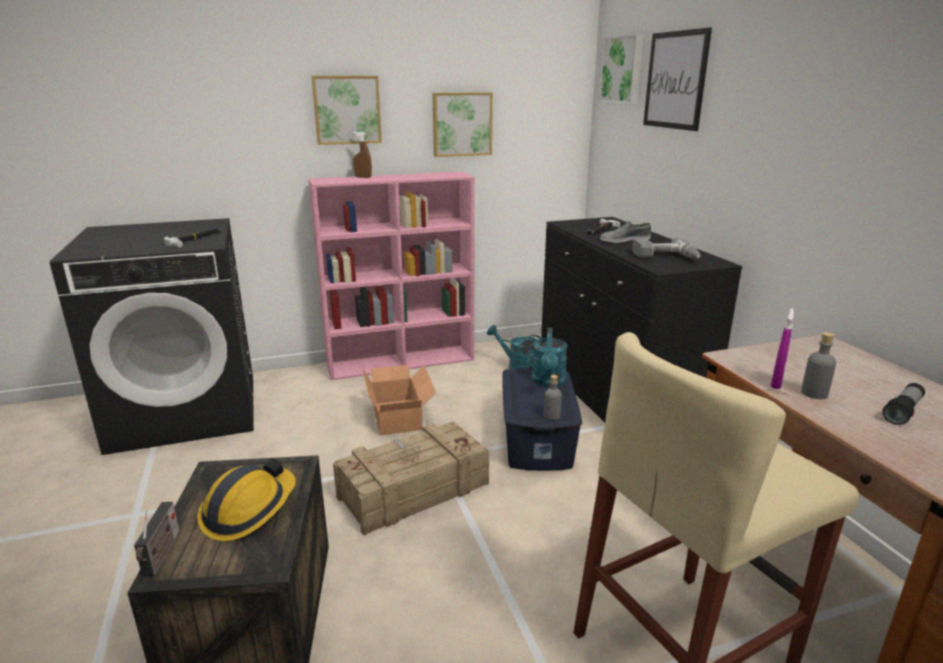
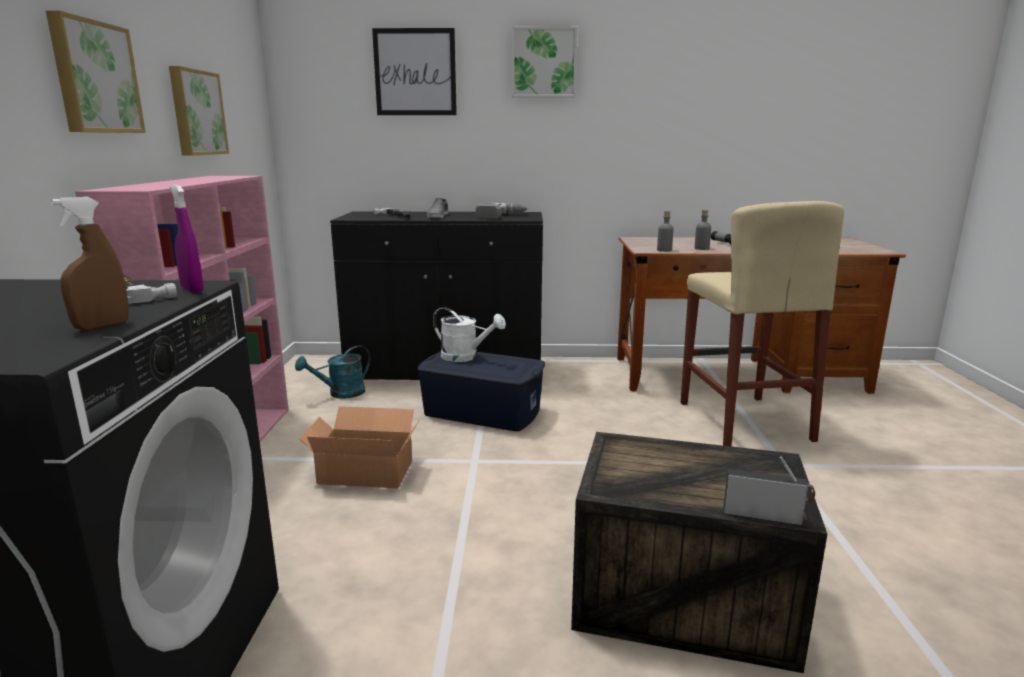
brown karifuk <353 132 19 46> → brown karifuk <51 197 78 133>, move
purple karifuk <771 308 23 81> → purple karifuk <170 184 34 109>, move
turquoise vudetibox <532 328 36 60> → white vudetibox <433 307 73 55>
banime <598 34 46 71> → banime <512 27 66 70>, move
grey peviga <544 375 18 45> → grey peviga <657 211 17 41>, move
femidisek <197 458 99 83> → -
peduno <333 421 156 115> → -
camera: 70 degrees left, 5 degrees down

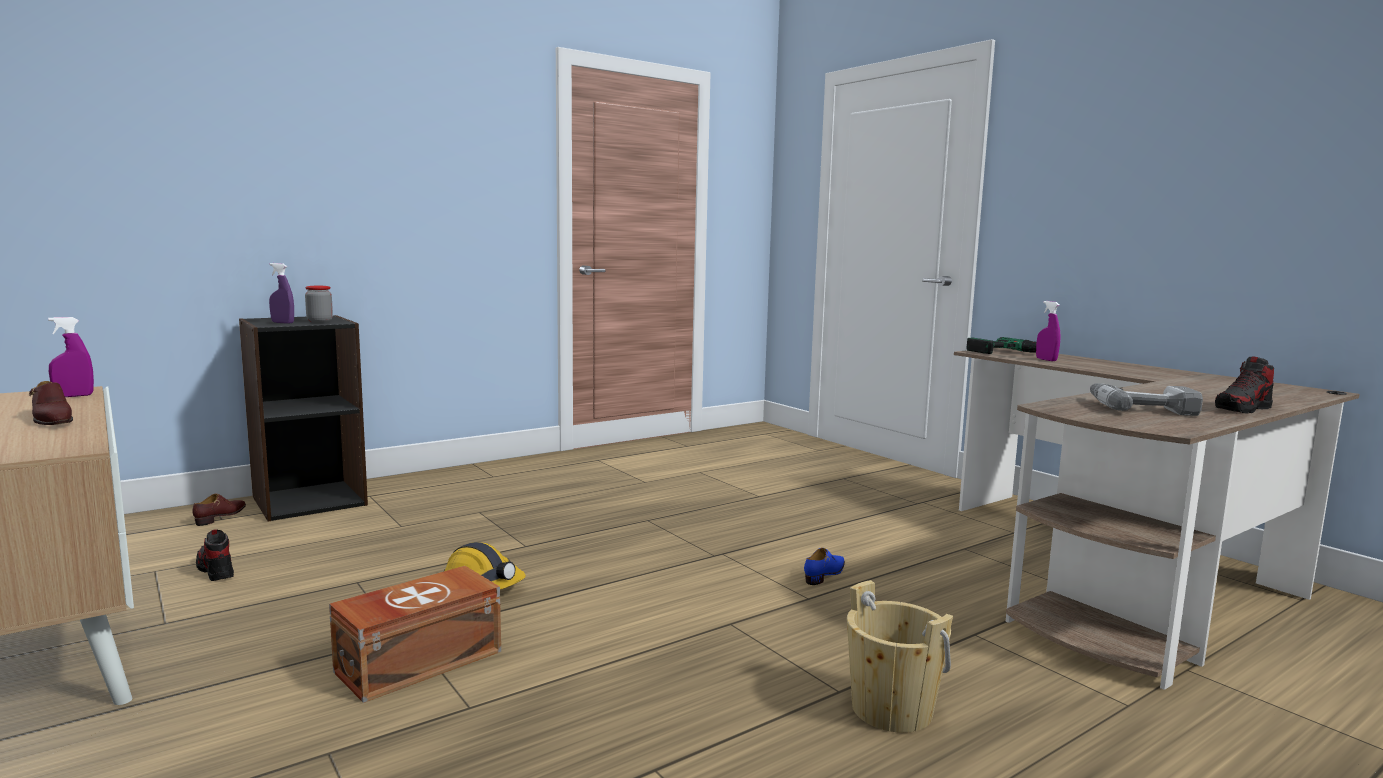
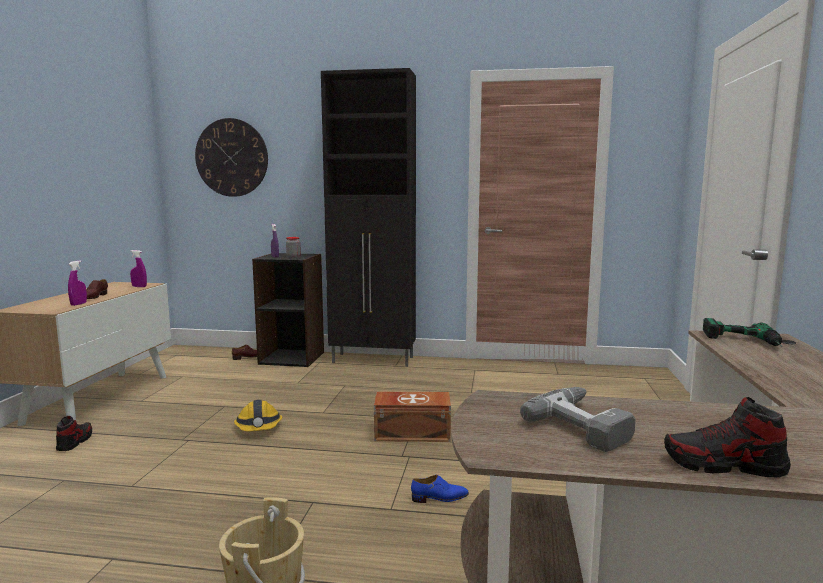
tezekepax <196 529 38 52> → tezekepax <56 416 36 35>, move
purple karifuk <1036 301 24 60> → purple karifuk <68 261 19 45>, move
- → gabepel <195 118 73 79>
- → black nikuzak <321 68 95 299>
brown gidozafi <329 566 172 137> → brown gidozafi <374 392 77 50>, move
camera: 45 degrees right, 0 degrees up

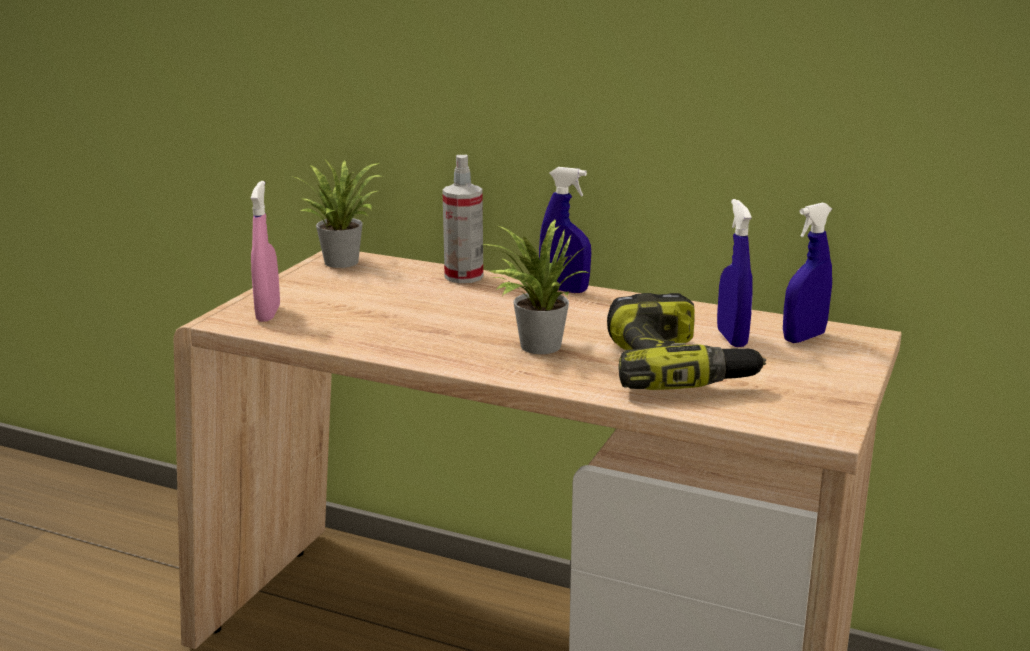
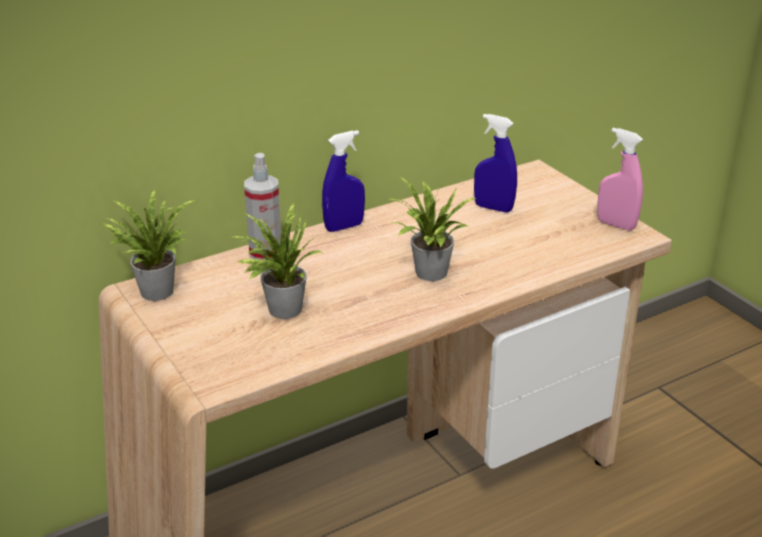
- → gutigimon <231 203 91 116>
pink karifuk <251 181 29 141> → pink karifuk <597 128 46 103>, move
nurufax <607 293 159 97> → -
blue karifuk <783 203 49 140> → -
camera: 55 degrees left, 10 degrees up

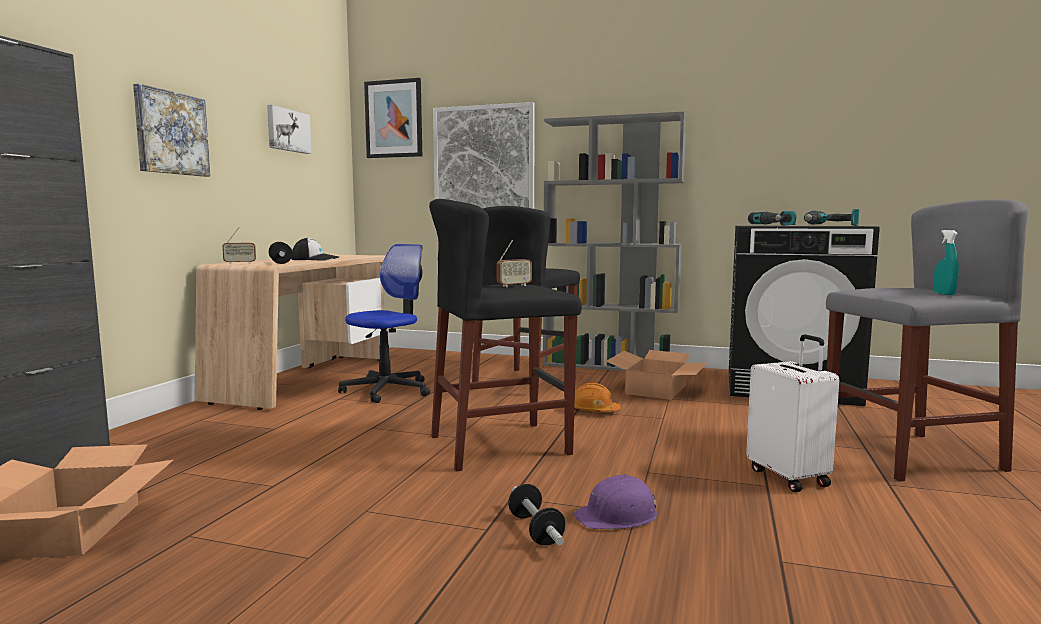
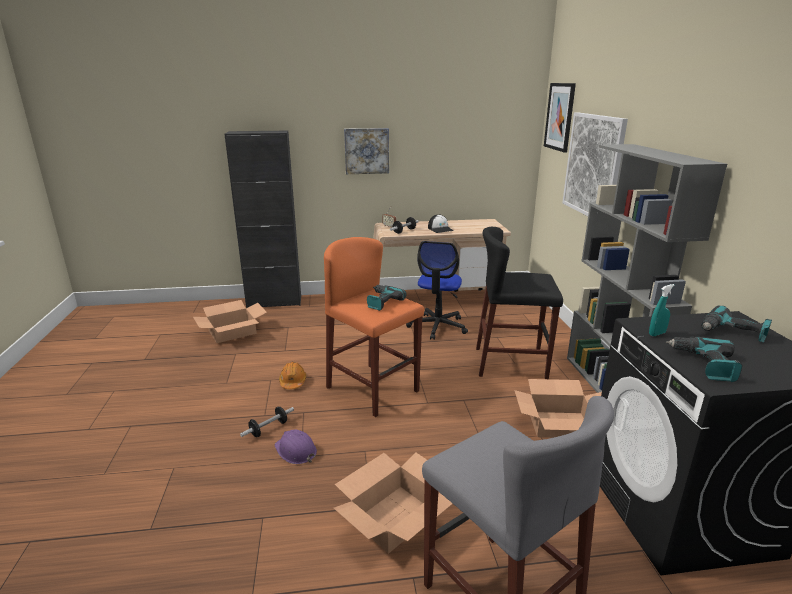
orange femidisek <574 383 47 29> → orange femidisek <279 362 27 27>, move
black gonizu <429 199 152 273> → orange gonizu <324 237 100 180>
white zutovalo <746 334 93 158> → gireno <334 452 119 101>
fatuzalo <497 240 35 47> → nurufax <367 285 39 26>
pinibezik <338 244 92 159> → pinibezik <406 241 62 99>, 90 degrees clockwise
turquoise karifuk <933 230 26 65> → turquoise karifuk <649 284 25 52>, move
banime <267 105 44 49> → -
camera: 65 degrees right, 15 degrees up

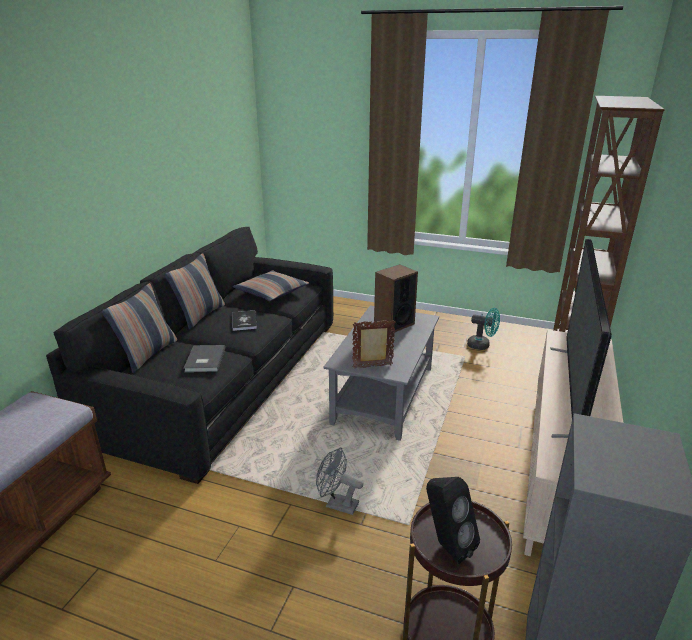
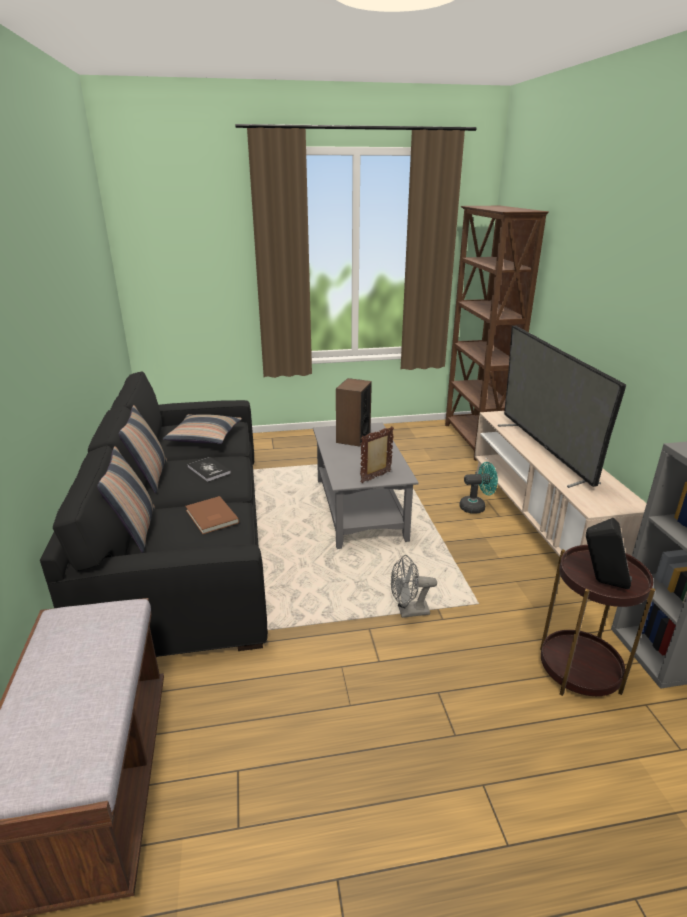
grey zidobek <184 345 41 27> → brown zidobek <185 496 54 38>
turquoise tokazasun <467 308 33 42> → turquoise tokazasun <460 462 38 51>, move
camera: 30 degrees left, 0 degrees up

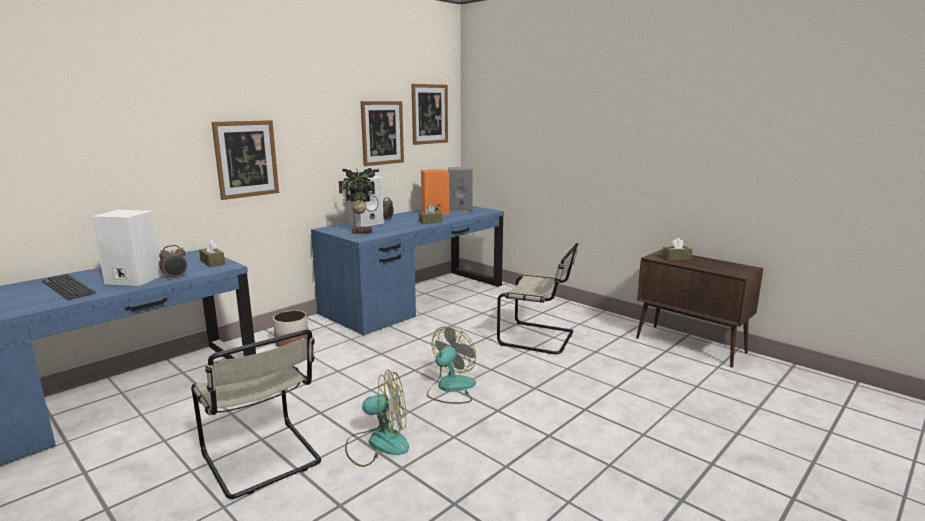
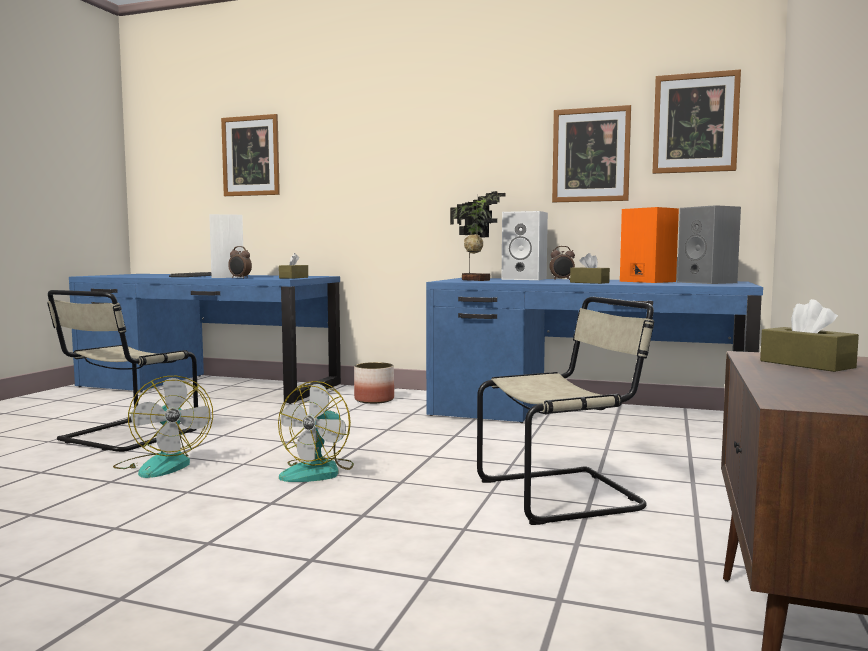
banime <212 120 67 80> → banime <221 114 59 82>, move
tokazasun <427 326 49 78> → tokazasun <278 381 76 101>, 105 degrees clockwise
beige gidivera <497 243 81 111> → beige gidivera <477 297 177 228>, 105 degrees counterclockwise
camera: 65 degrees right, 10 degrees down

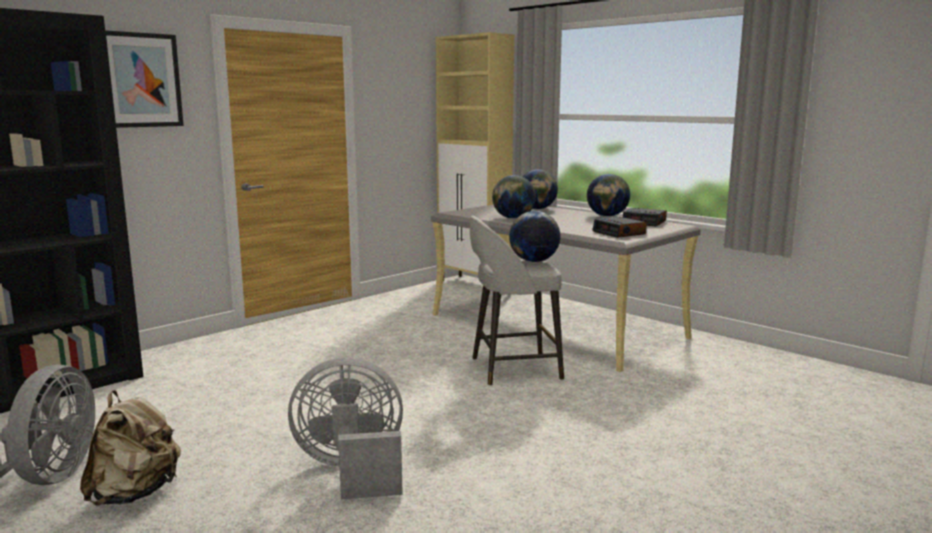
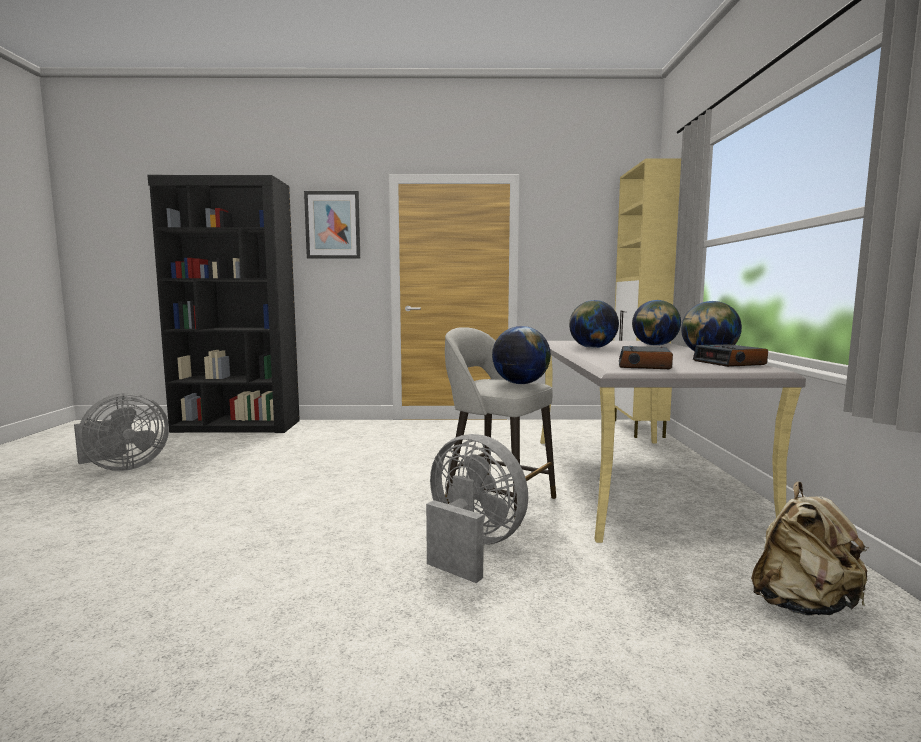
grey tokazasun <288 357 115 142> → grey tokazasun <426 434 102 149>, move
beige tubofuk <80 390 101 116> → beige tubofuk <751 482 118 134>, move
camera: 45 degrees right, 5 degrees down

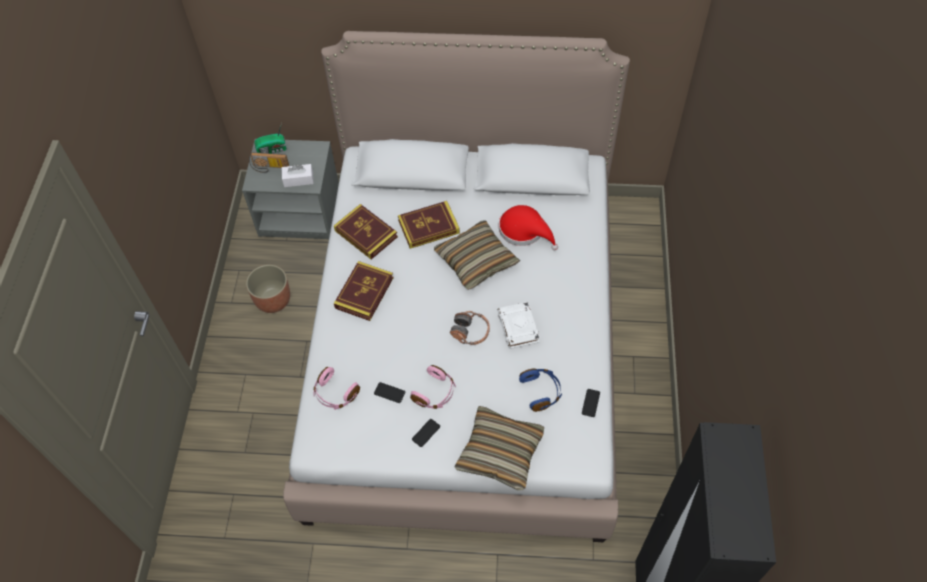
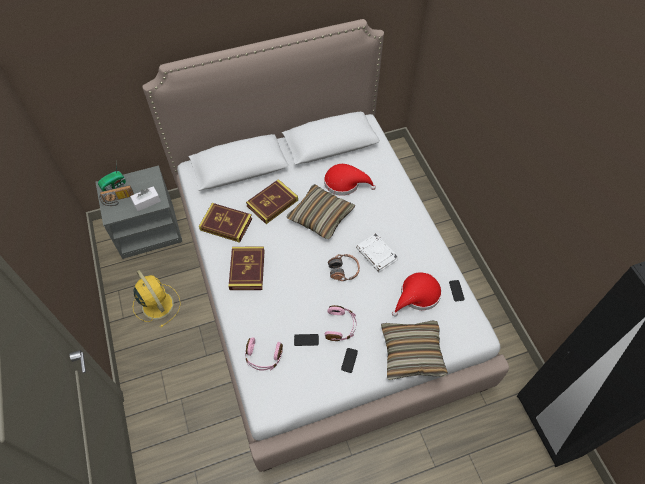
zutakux <246 265 44 48> → yellow tokazasun <133 270 48 58>
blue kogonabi <519 368 43 44> → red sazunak <392 272 50 44>
camera: 25 degrees left, 0 degrees up

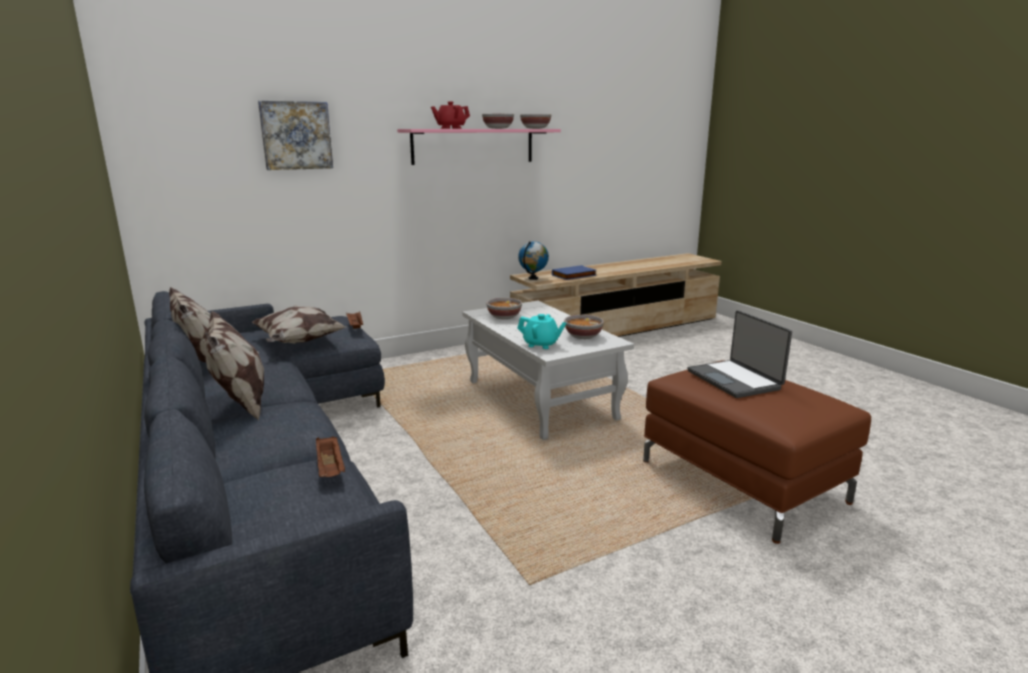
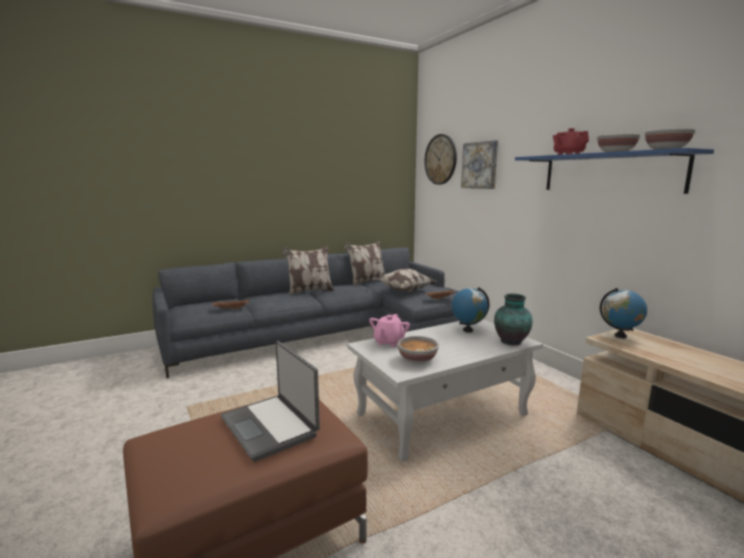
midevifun <687 310 105 88> → midevifun <221 341 99 121>, 105 degrees counterclockwise
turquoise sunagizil <518 314 48 35> → pink sunagizil <369 314 41 33>
- → gabepel <424 134 33 51>
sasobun <486 298 36 21> → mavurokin <452 287 37 46>
- → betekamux <494 294 39 52>
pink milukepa <397 129 164 36> → blue milukepa <515 148 199 46>
blue zidobek <552 265 44 15> → -
camera: 90 degrees right, 5 degrees down

